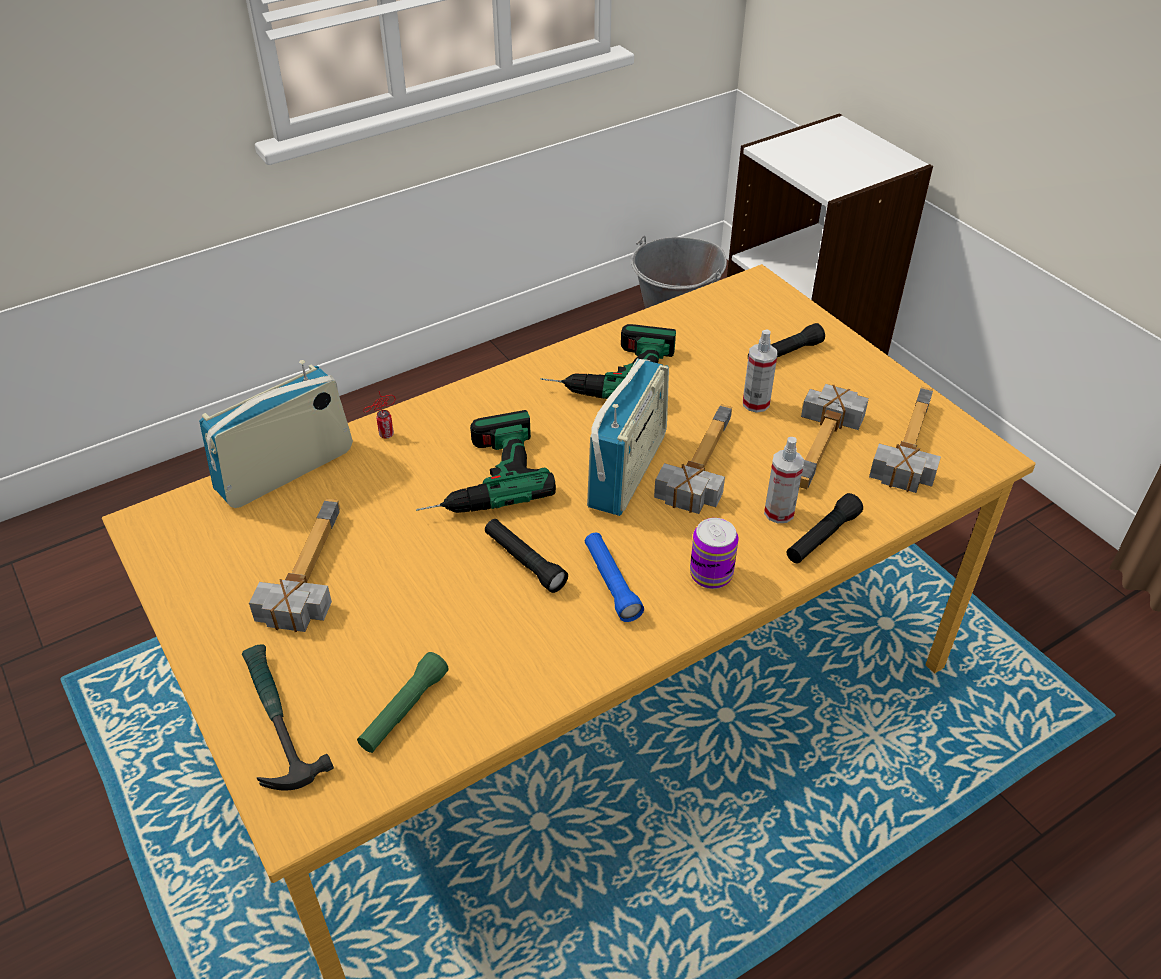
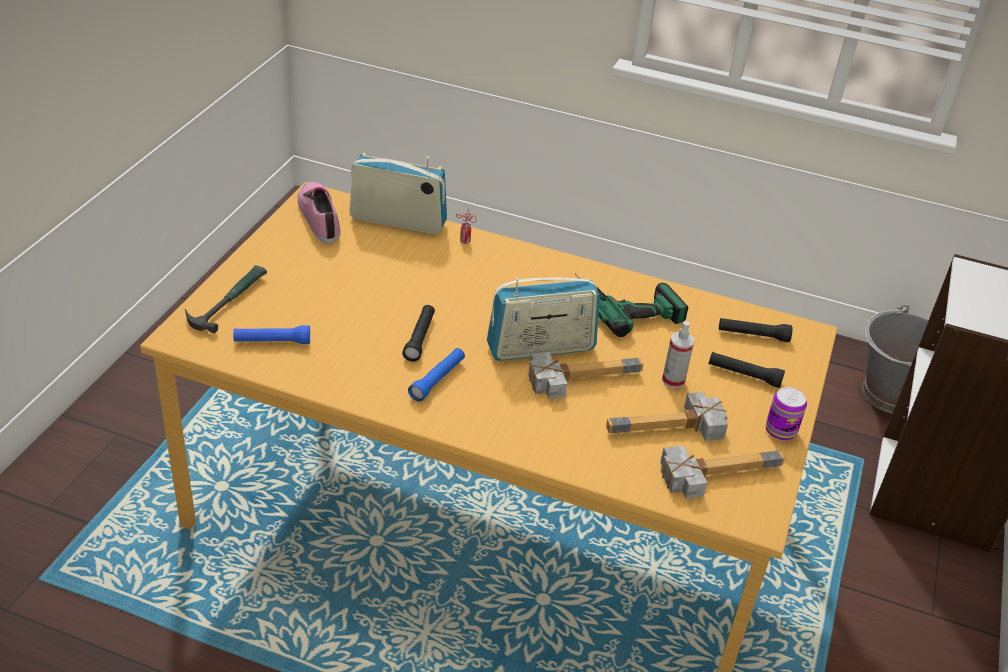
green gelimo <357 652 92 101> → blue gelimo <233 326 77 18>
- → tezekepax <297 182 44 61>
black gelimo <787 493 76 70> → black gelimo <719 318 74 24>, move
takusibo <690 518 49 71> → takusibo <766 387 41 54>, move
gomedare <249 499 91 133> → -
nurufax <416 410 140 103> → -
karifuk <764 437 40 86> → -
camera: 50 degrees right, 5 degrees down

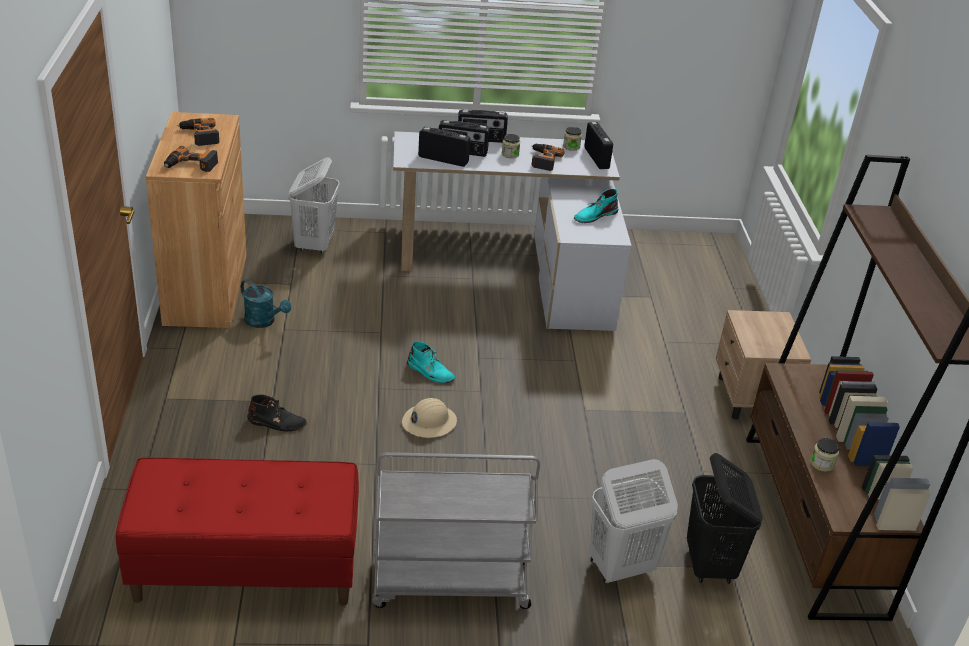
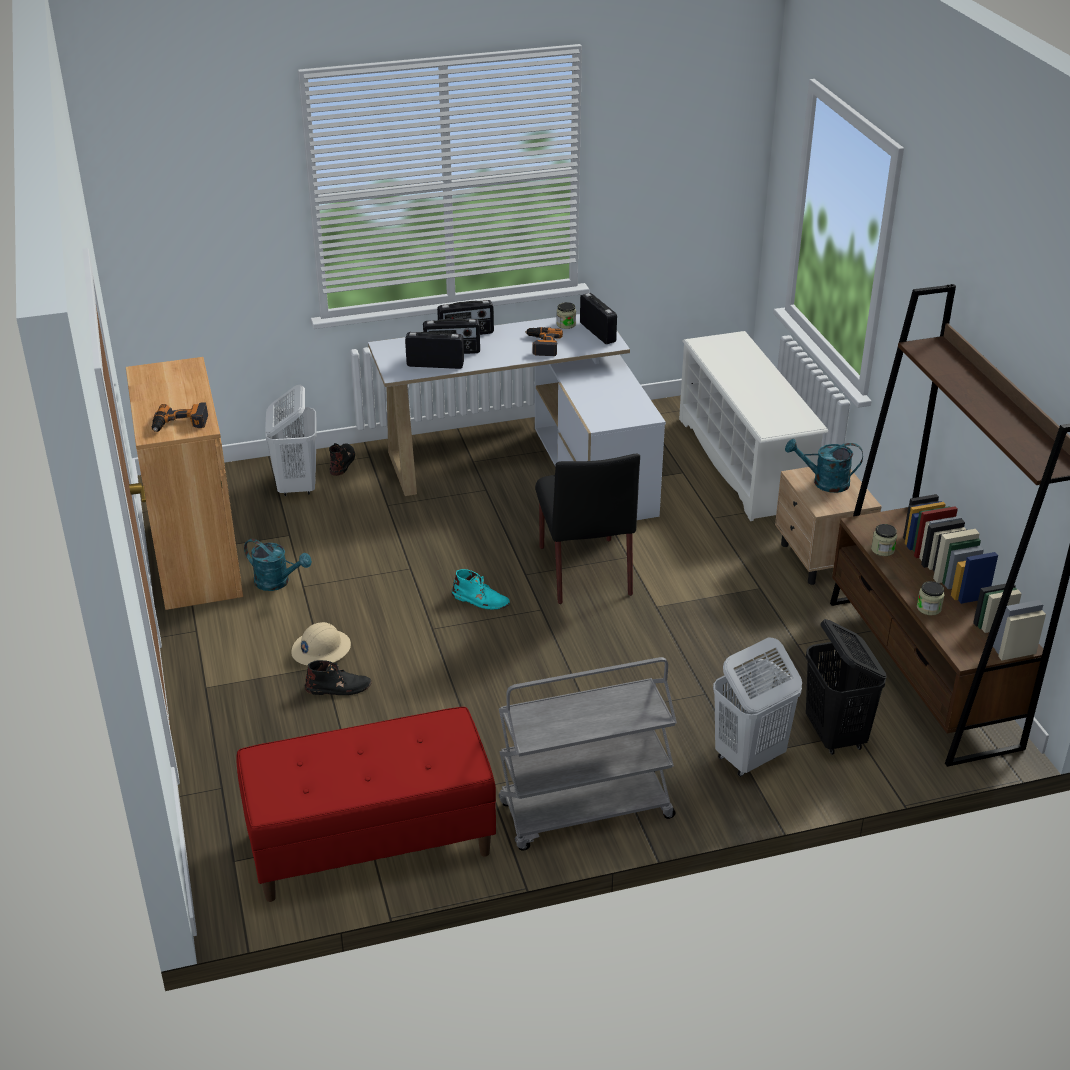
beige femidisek <402 398 55 40> → beige femidisek <291 622 60 43>, move
- → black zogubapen <329 443 26 33>
- → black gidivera <535 454 105 150>
- → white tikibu <679 331 149 190>
- → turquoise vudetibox <785 439 78 54>
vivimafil <502 134 18 24> → vivimafil <871 524 26 32>, move
nurufax <177 118 42 28> → -
turquoise zogubapen <574 189 44 34> → -
camera: 10 degrees left, 0 degrees up

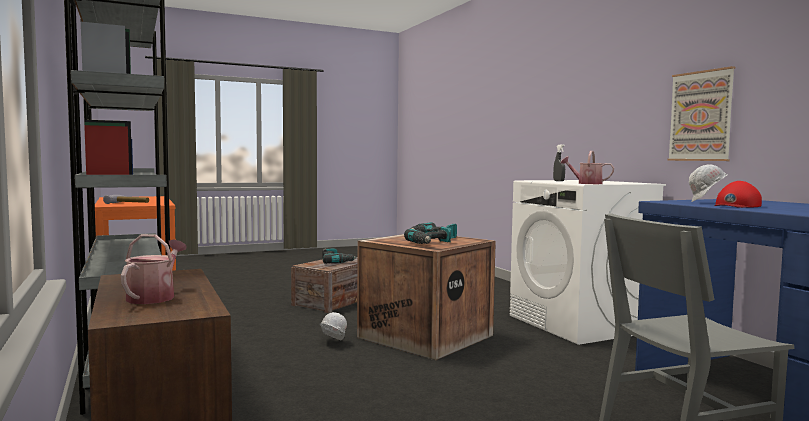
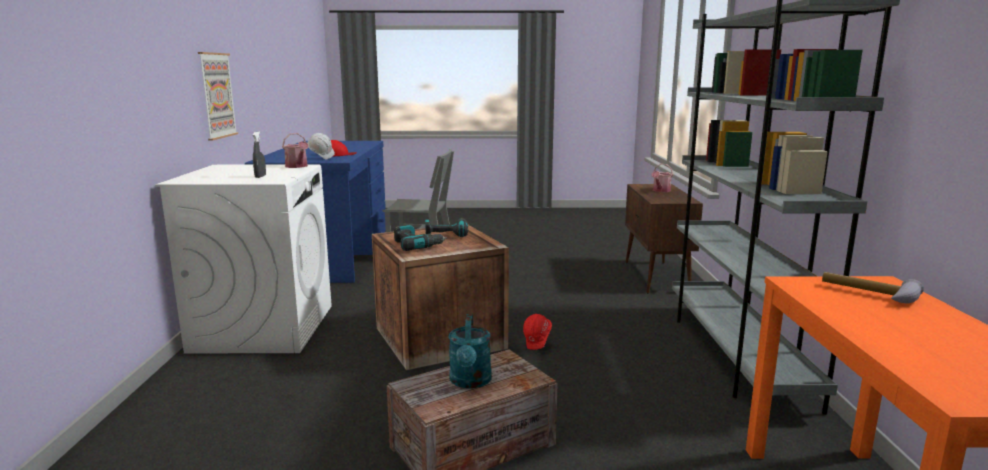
nurufax <322 248 35 16> → turquoise vudetibox <448 314 44 75>
white femidisek <320 312 27 28> → red femidisek <523 314 29 36>
camera: 155 degrees left, 10 degrees up

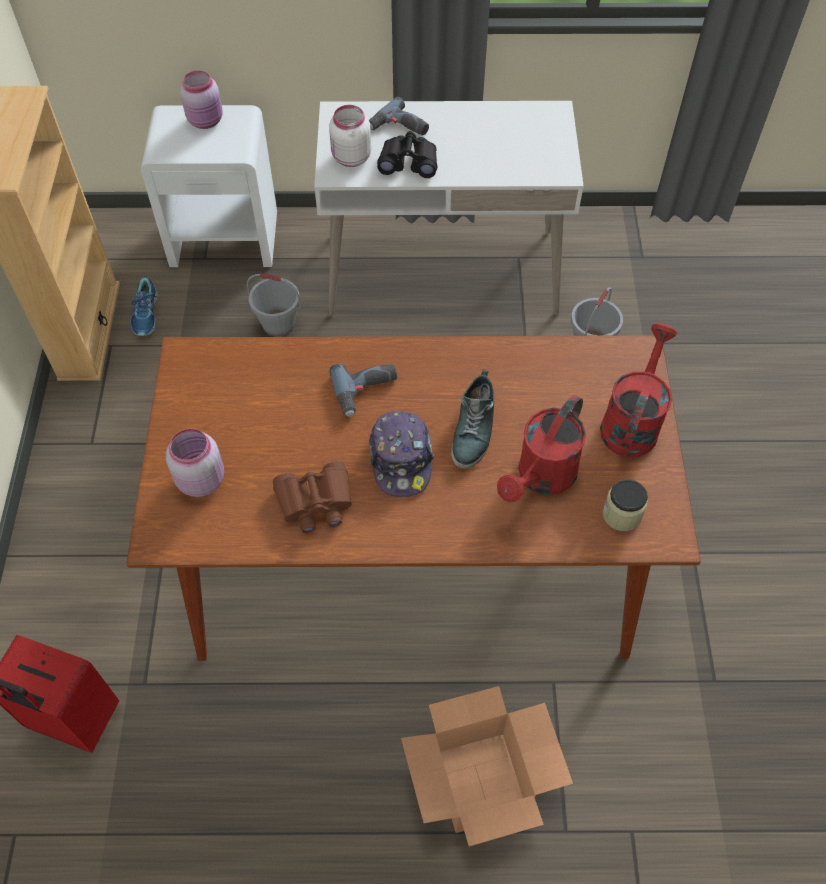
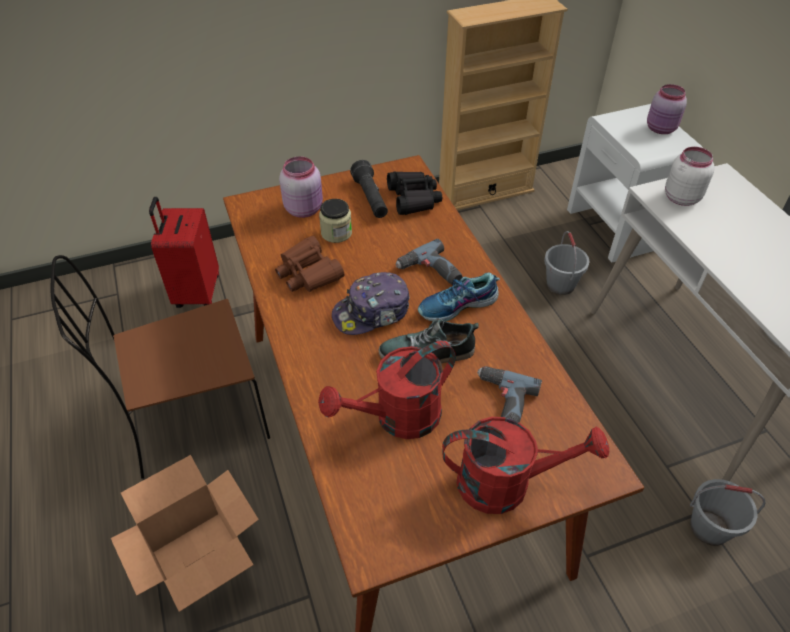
- → brown gidivera <50 255 220 224>
red vudetibox <497 395 89 108> → red vudetibox <318 341 138 98>, 45 degrees counterclockwise
vivimafil <603 480 45 51> → vivimafil <319 199 33 44>, move
- → black gelimo <350 160 38 58>
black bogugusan <377 131 60 47> → black bogugusan <387 172 55 43>, move
tezekepax <131 276 27 60> → tezekepax <418 273 82 49>, move
nurufax <369 97 60 38> → nurufax <477 366 65 57>, move
camera: 70 degrees right, 10 degrees down

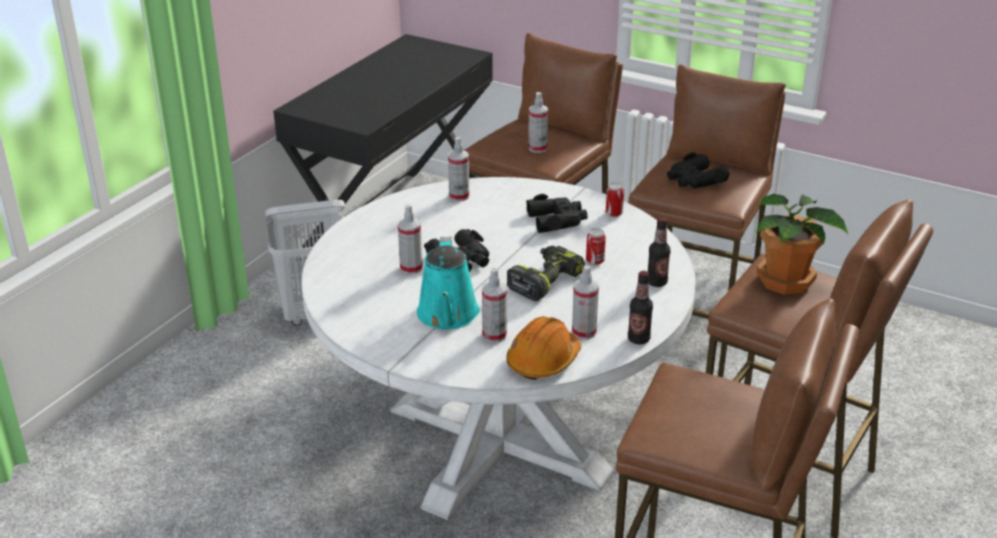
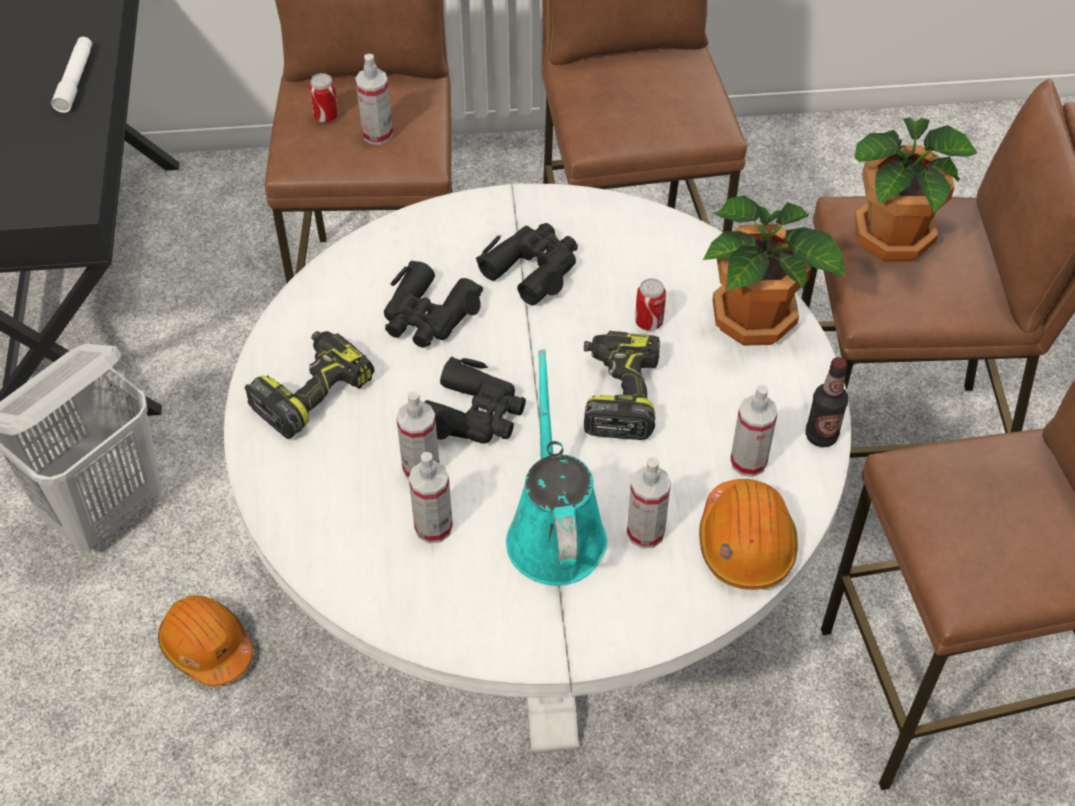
- → white gelimo <51 37 41 76>
- → orange femidisek <158 595 95 91>
- → nurufax <244 331 131 108>
takusibo <606 182 18 35> → takusibo <309 73 30 50>, move
black bogugusan <667 152 63 36> → black bogugusan <384 261 99 87>, move
karifuk <448 137 21 65> → karifuk <409 452 44 91>, move
turquoise vudetibox <417 236 62 94> → turquoise vudetibox <506 350 101 236>, 150 degrees counterclockwise
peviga <648 217 23 70> → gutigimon <703 196 142 150>
camera: 35 degrees left, 20 degrees up

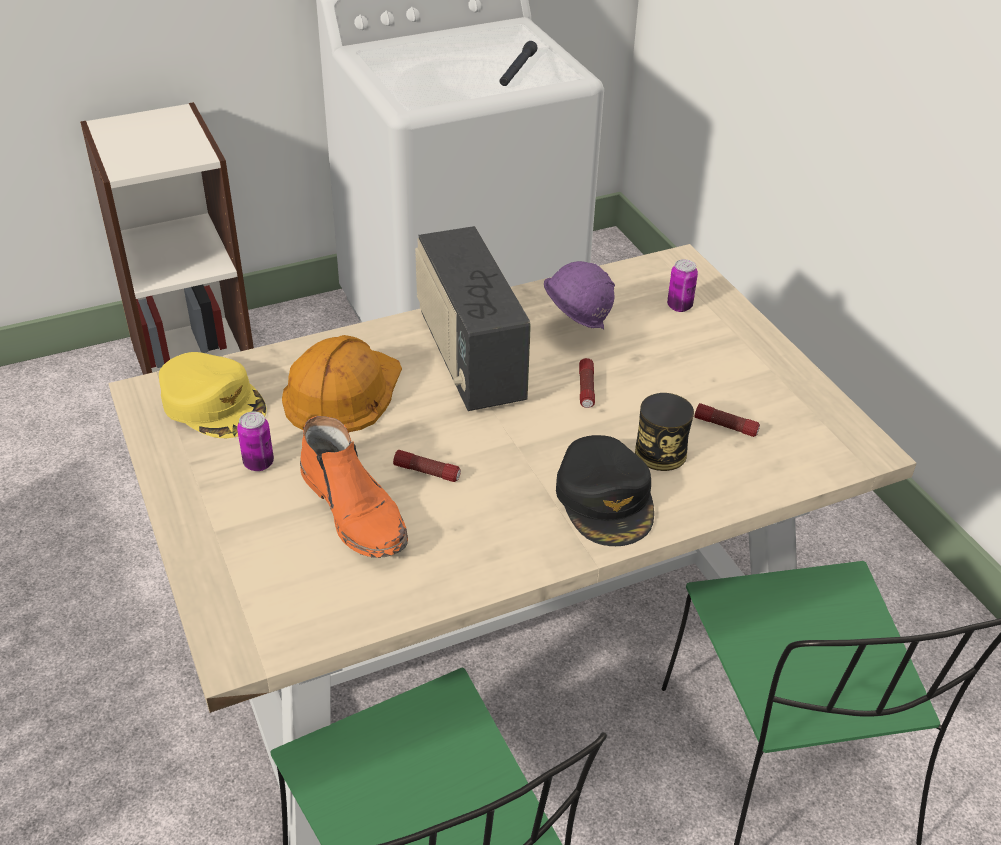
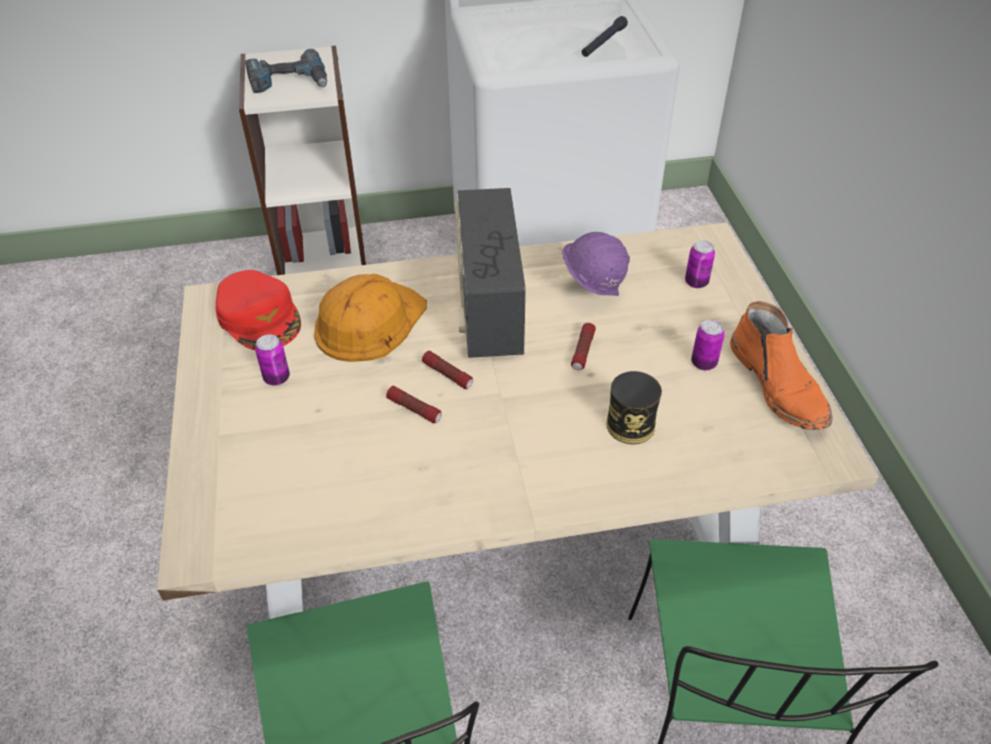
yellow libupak <159 352 108 86> → red libupak <215 270 86 80>
- → nurufax <245 49 82 44>
gelimo <694 403 66 34> → gelimo <422 351 51 38>, move
- → takusibo <691 320 34 50>
orange zogubapen <300 416 108 142> → orange zogubapen <730 301 103 129>, move
black libupak <556 435 98 111> → -
camera: 15 degrees right, 5 degrees up

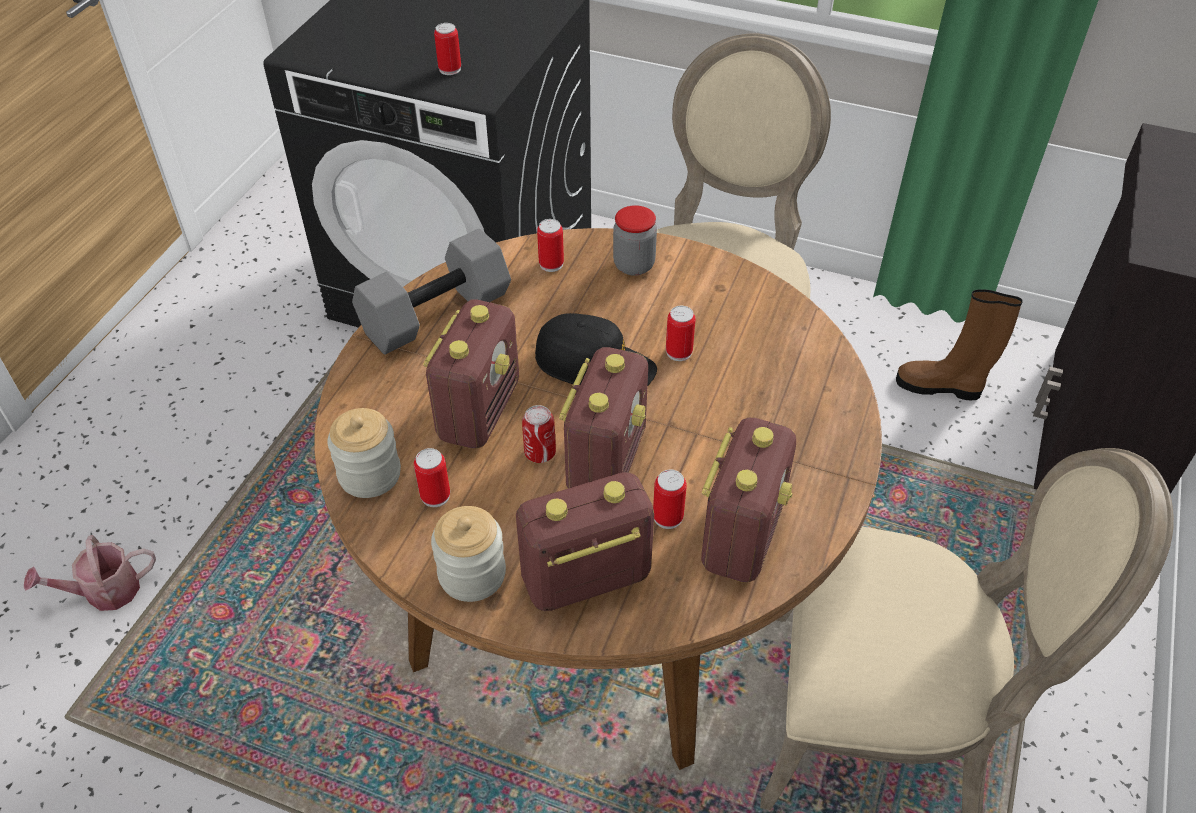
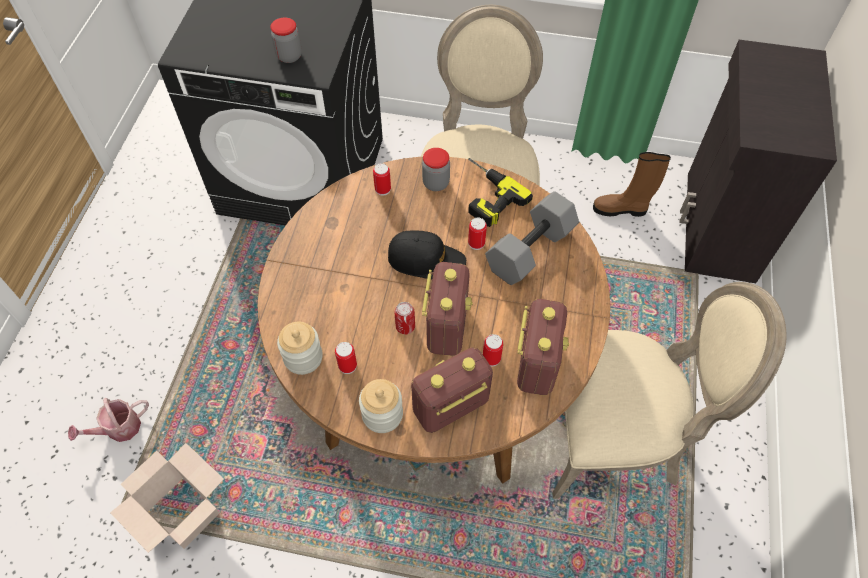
- → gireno <110 443 114 110>
takusibo <434 23 27 52> → vivimafil <270 17 32 46>
- → nurufax <468 158 65 69>
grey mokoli <352 229 159 126> → grey mokoli <485 191 94 94>, move
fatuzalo <423 299 96 150> → -
camera: 10 degrees left, 10 degrees up

